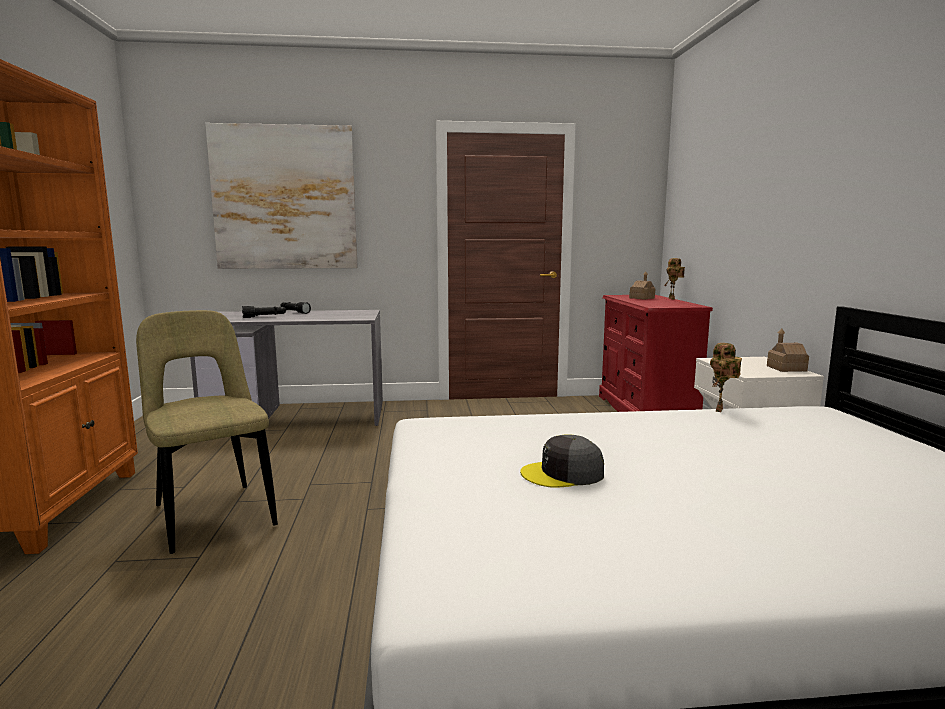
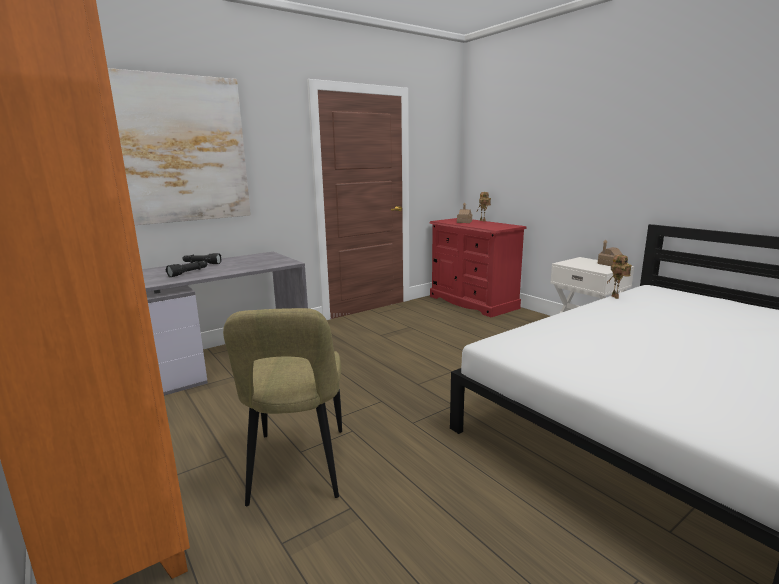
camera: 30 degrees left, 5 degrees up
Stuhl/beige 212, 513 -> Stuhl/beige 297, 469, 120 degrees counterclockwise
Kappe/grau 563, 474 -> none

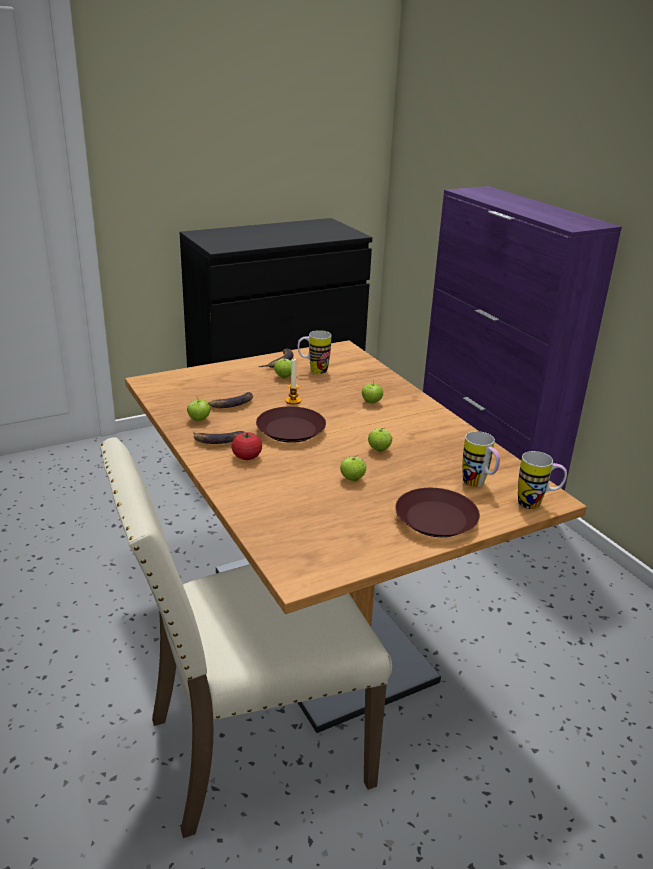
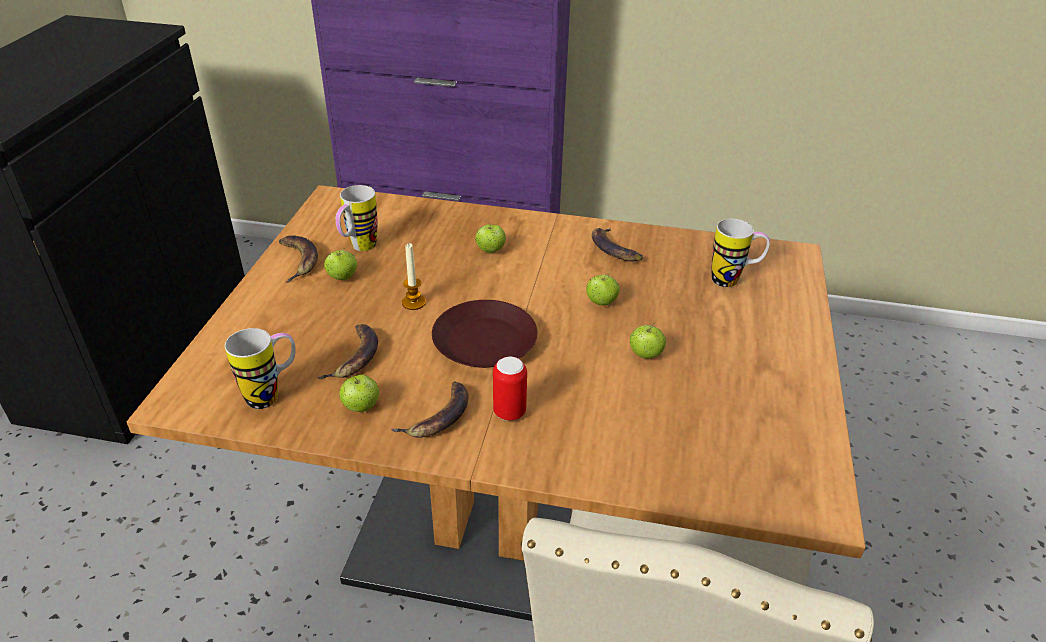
camera: 50 degrees left, 10 degrees up
Henkelbecher 536, 504 -> Henkelbecher 272, 394, shifted
Tomate 247, 457 -> Dose 509, 412
none -> Banane 614, 249
Teller/braun 435, 519 -> none

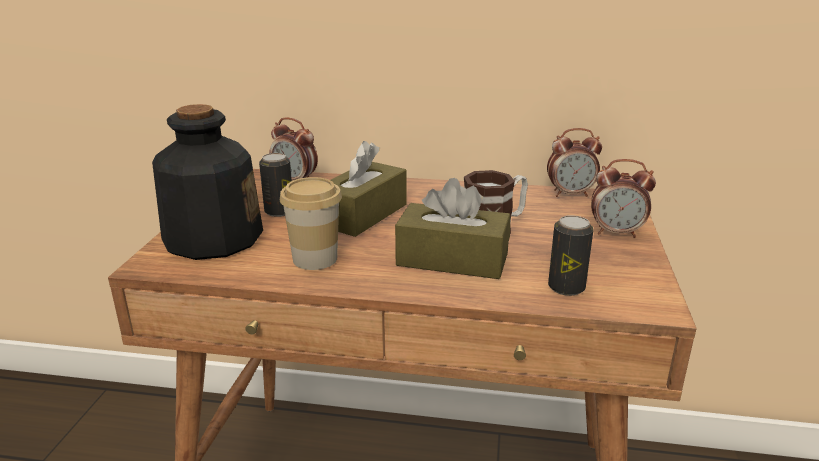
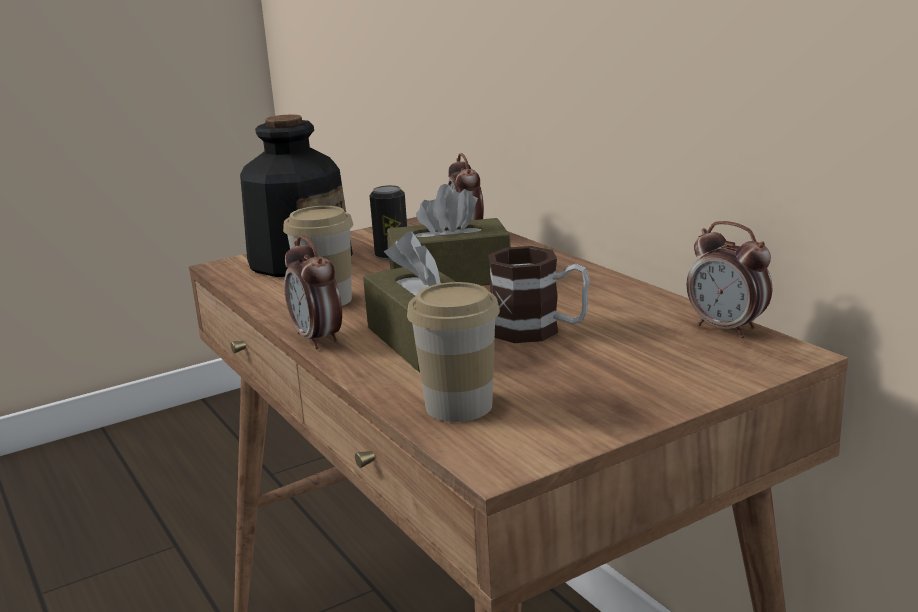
camera: 50 degrees right, 5 degrees down
Wecker 616, 233 -> Wecker 318, 339, shifted
Dose 566, 287 -> Tasse 459, 406

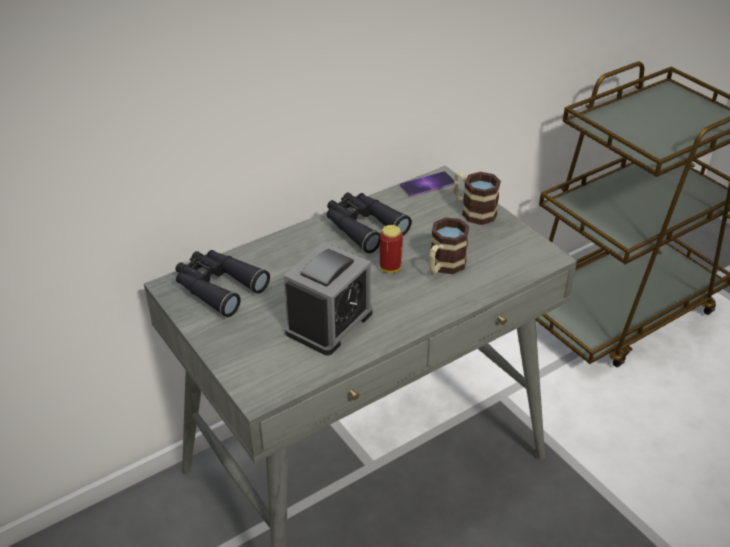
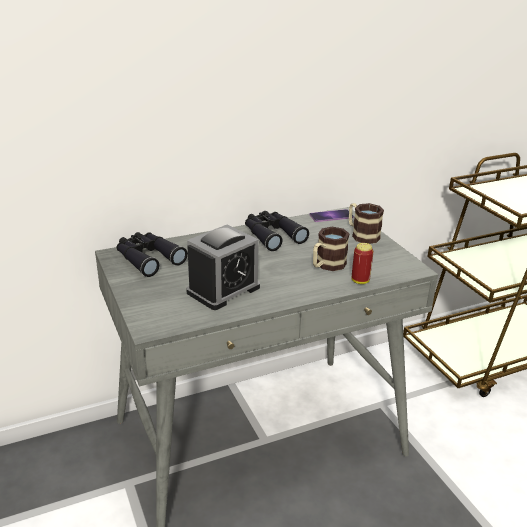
camera: 10 degrees right, 10 degrees down
Dose 390, 268 -> Dose 360, 281, shifted

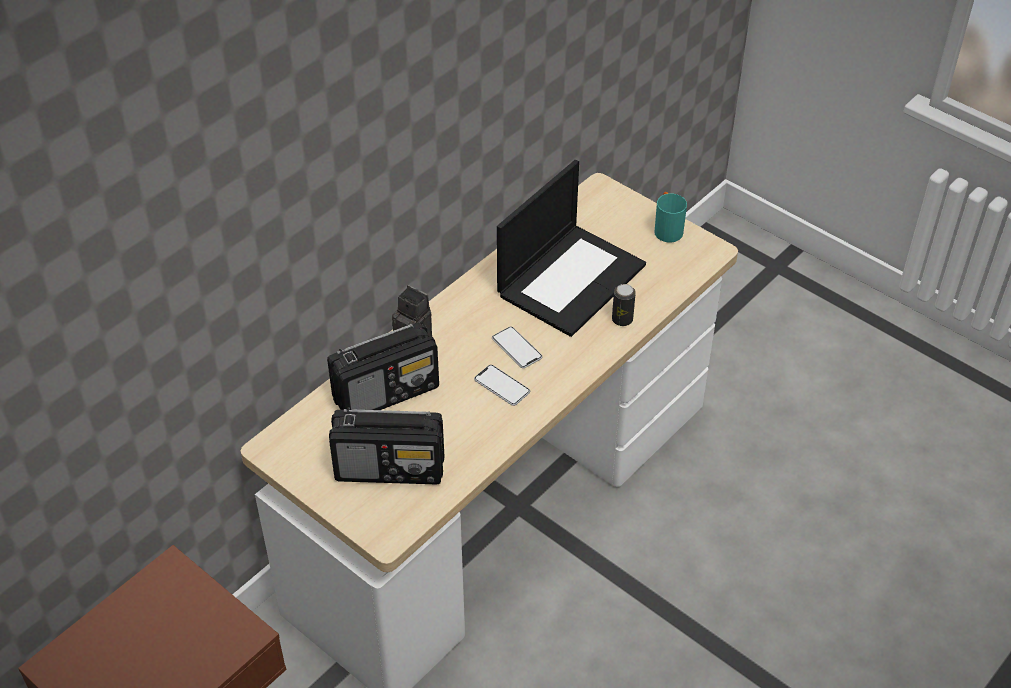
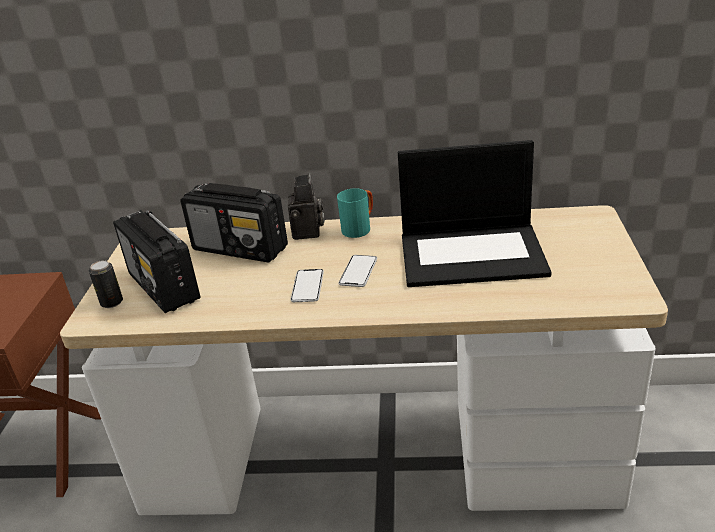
camera: 55 degrees right, 15 degrees down
Dose 622, 319 -> Dose 112, 302, shifted
Henkelbecher/türkis 667, 229 -> Henkelbecher/türkis 360, 228, shifted

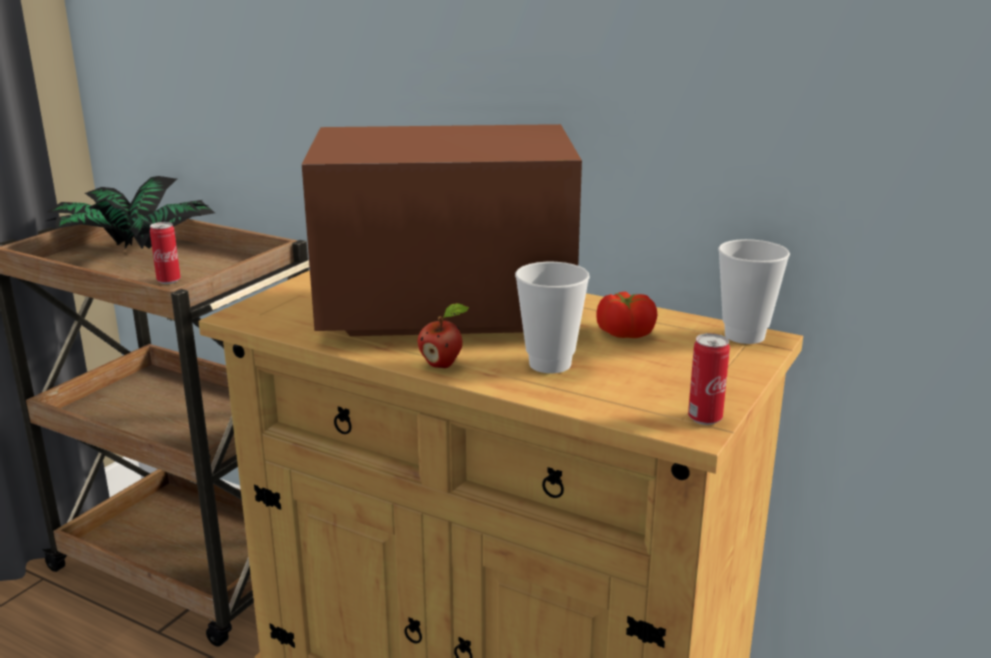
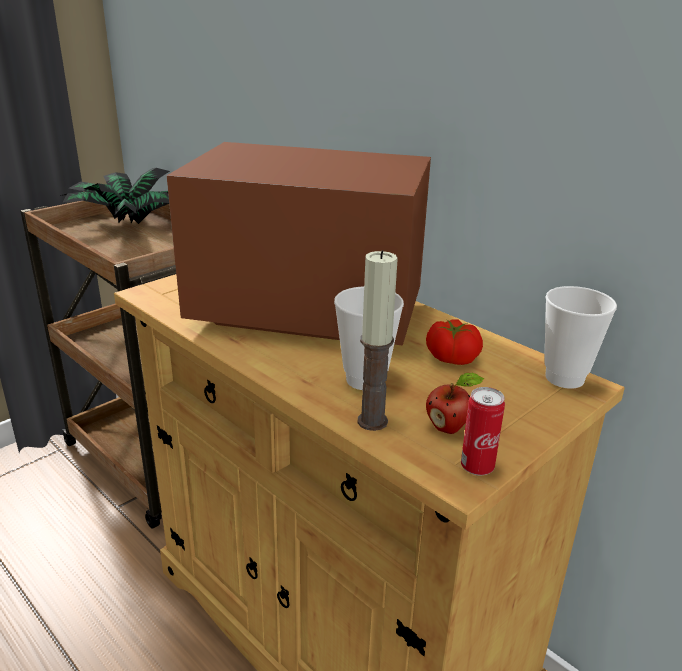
camera: 15 degrees right, 5 degrees up
none -> Kerze 372, 421
Apfel 443, 364 -> Apfel 449, 428, shifted
Dose 169, 281 -> none

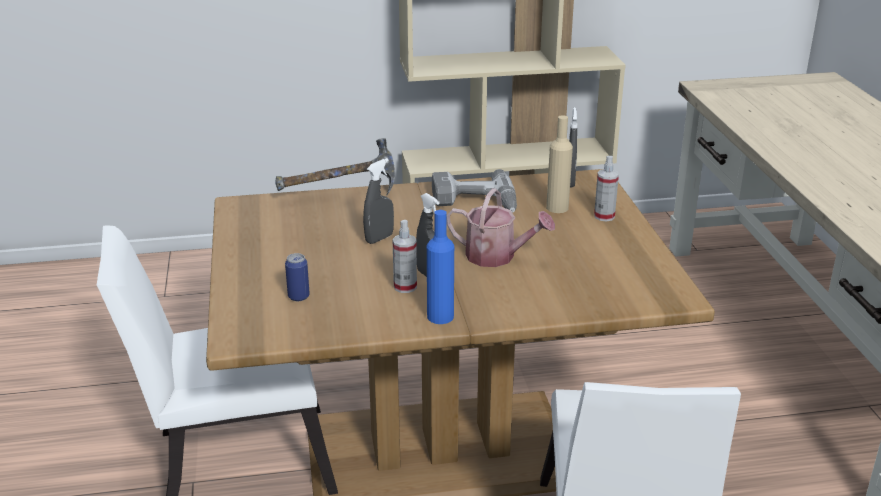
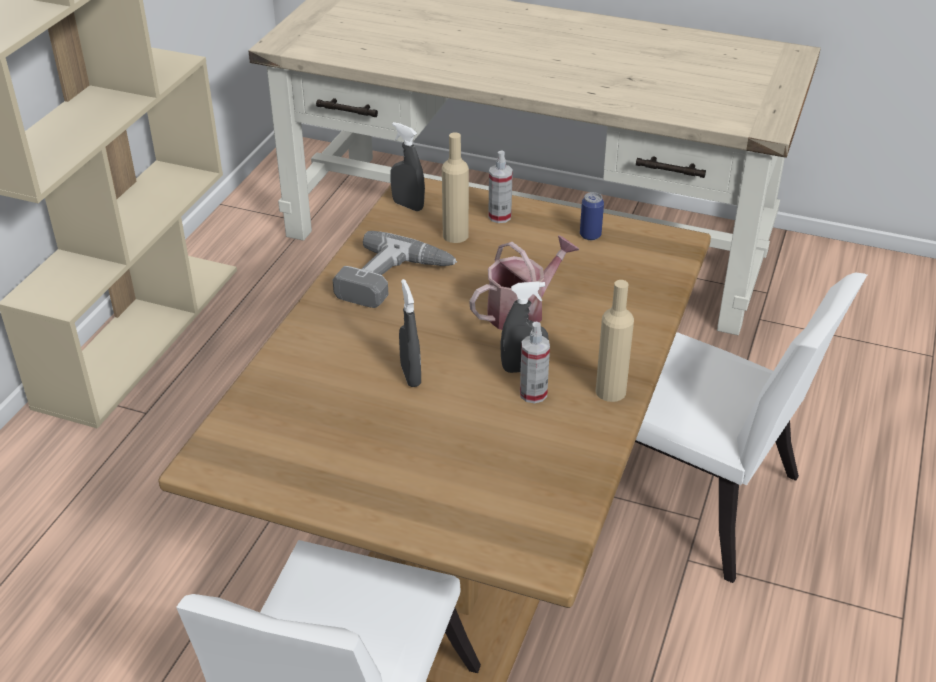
camera: 60 degrees left, 10 degrees up
Dose 298, 296 -> Dose 590, 235, shifted
Flasche/blau 440, 316 -> Flasche/beige 610, 391
Hammer 340, 196 -> none

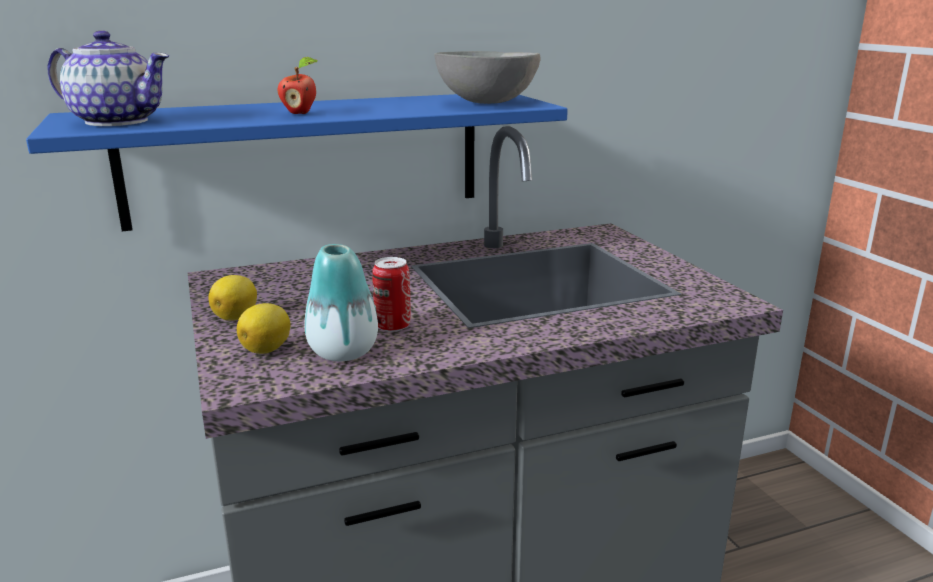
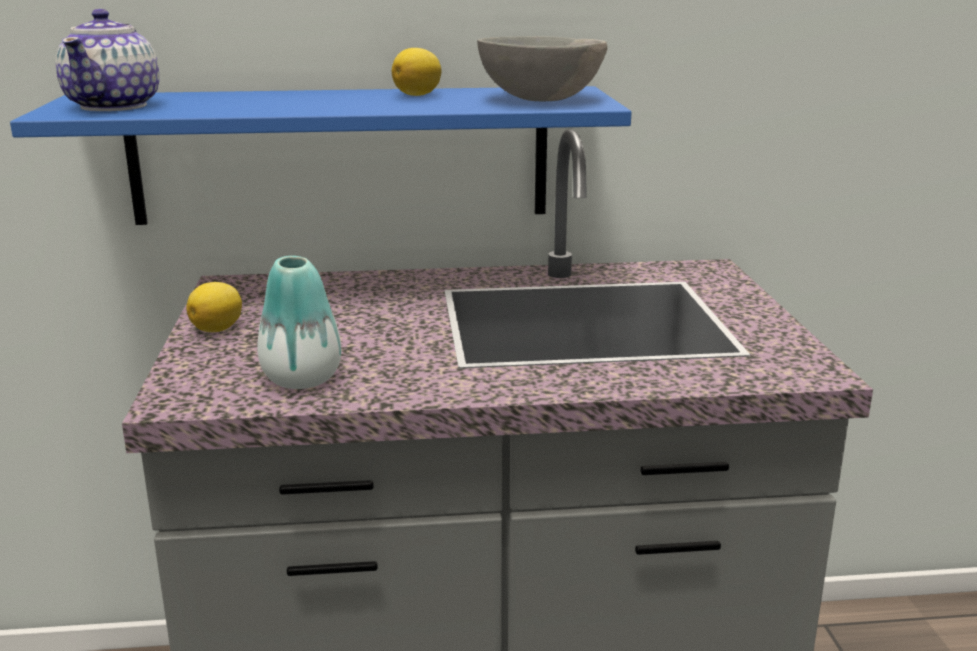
camera: 15 degrees right, 0 degrees up
Teekanne 116, 121 -> Teekanne 115, 106, 60 degrees clockwise
Zitrone 267, 349 -> Zitrone 418, 95, shifted
Apfel 300, 113 -> none
Dose 393, 326 -> none

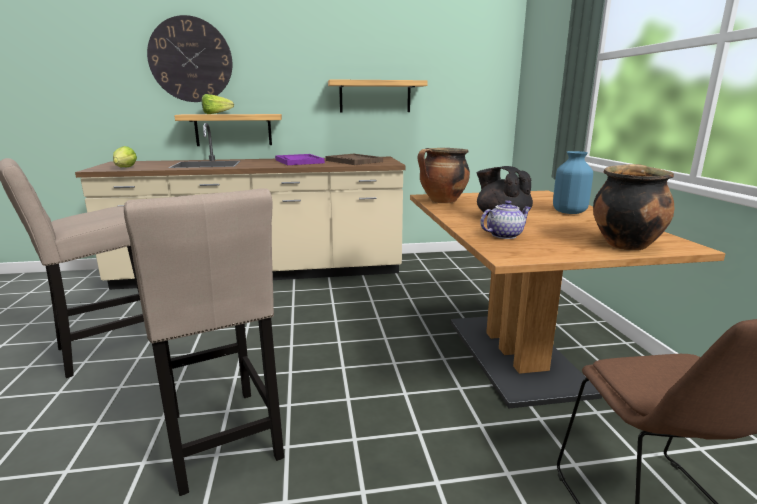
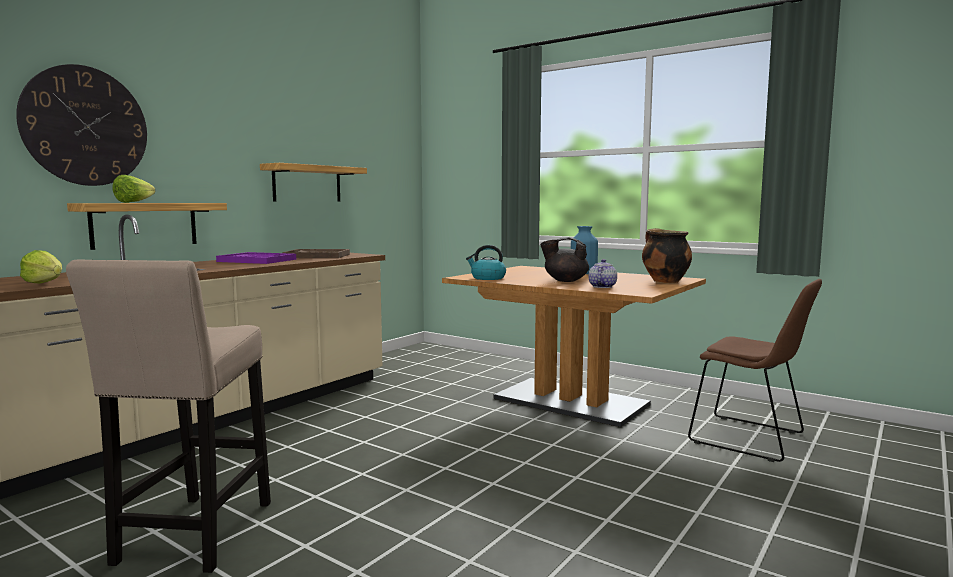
camera: 45 degrees left, 10 degrees down
Kochtopf 442, 201 -> Wasserkessel 487, 278
Hocker/beige 223, 442 -> none

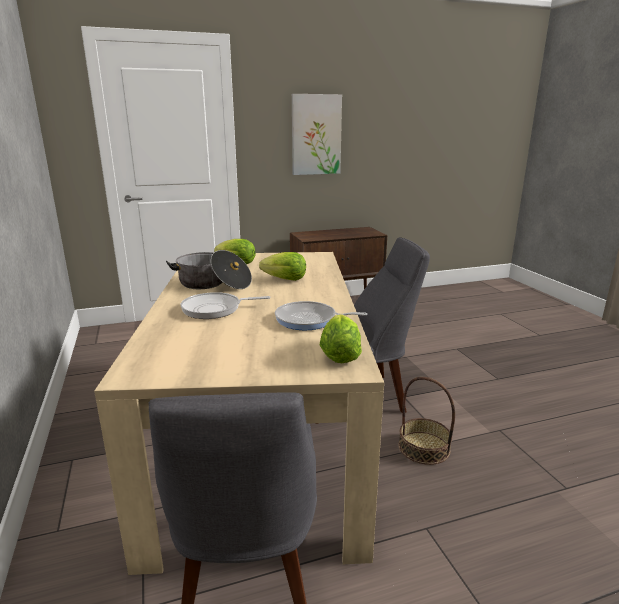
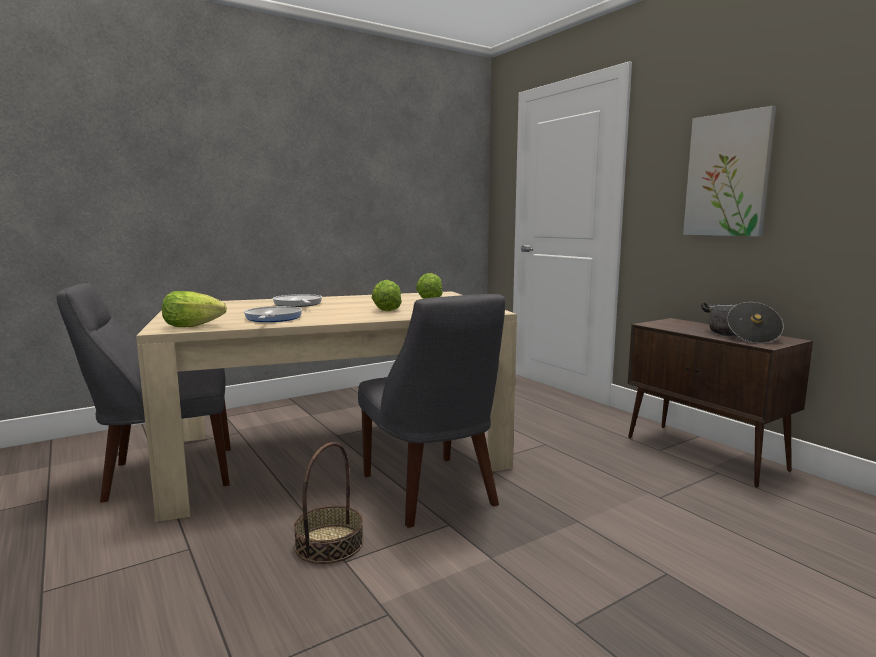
camera: 75 degrees right, 10 degrees down
Kochtopf 213, 284 -> Kochtopf 740, 335, shifted

